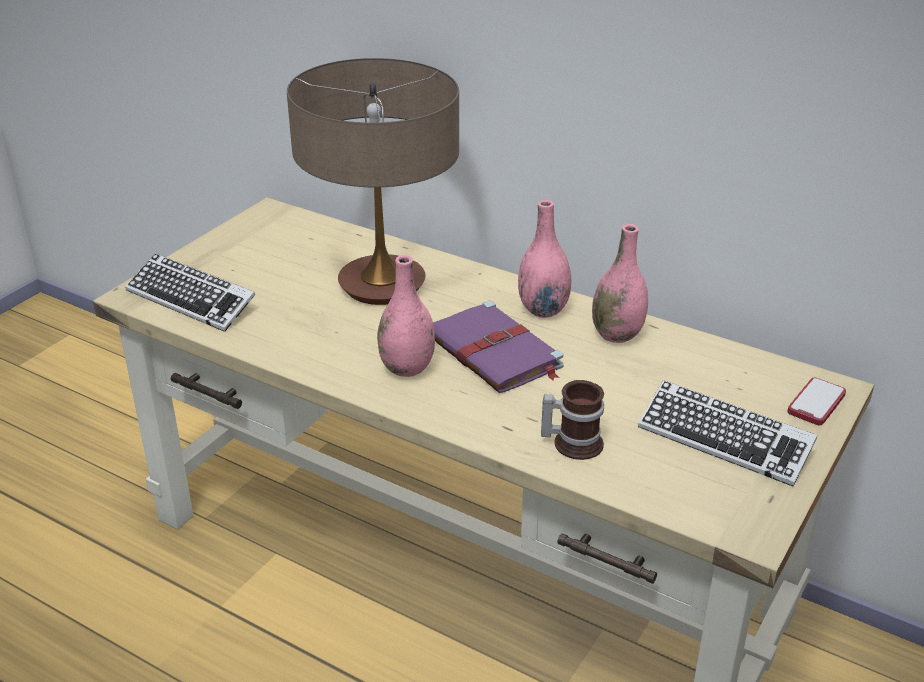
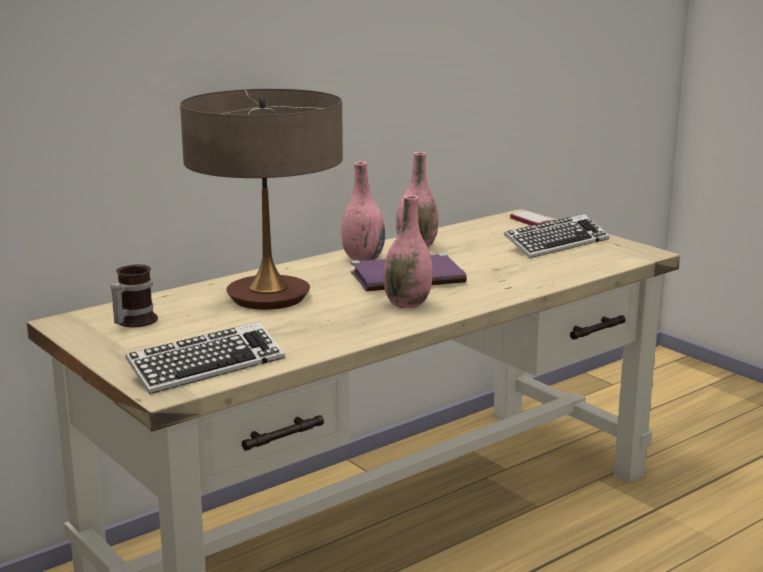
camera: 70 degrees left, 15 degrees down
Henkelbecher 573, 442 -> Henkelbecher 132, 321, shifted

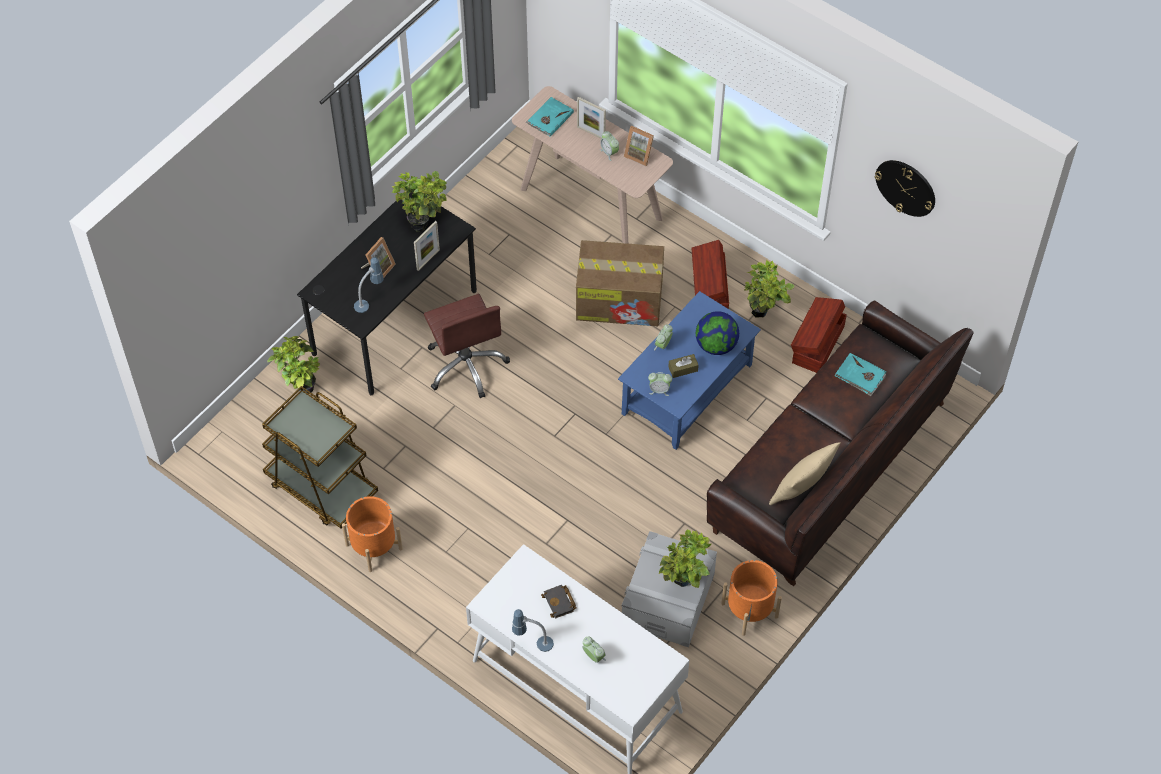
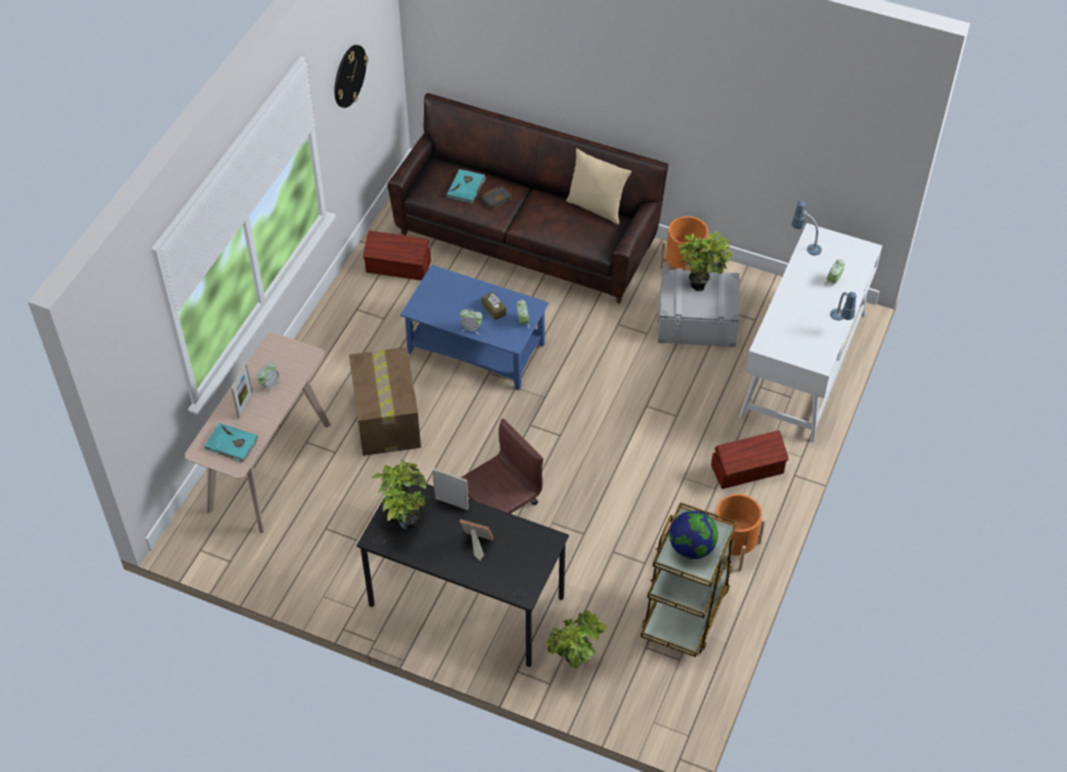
camera: 105 degrees left, 5 degrees down
Buch/schwarz 560, 603 -> Buch/schwarz 496, 198, shifted
Globus 716, 345 -> Globus 691, 548, shifted
Aufbewahrungsbox/braun 709, 290 -> Aufbewahrungsbox/braun 748, 470, shifted
Tischlampe 369, 300 -> Tischlampe 805, 246, shifted
Bilderrahmen 639, 154 -> none
Topfpflanze 763, 314 -> none

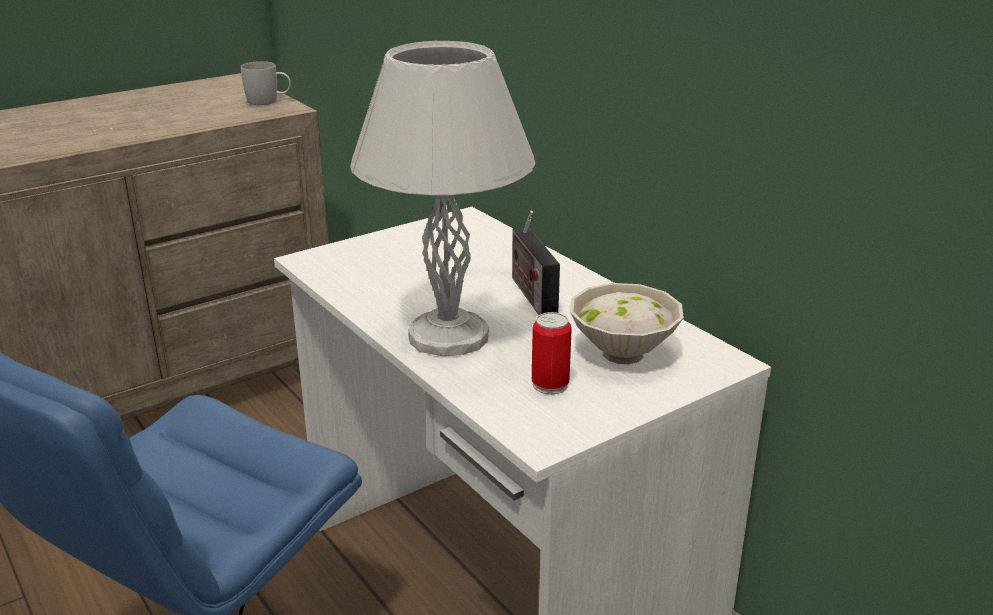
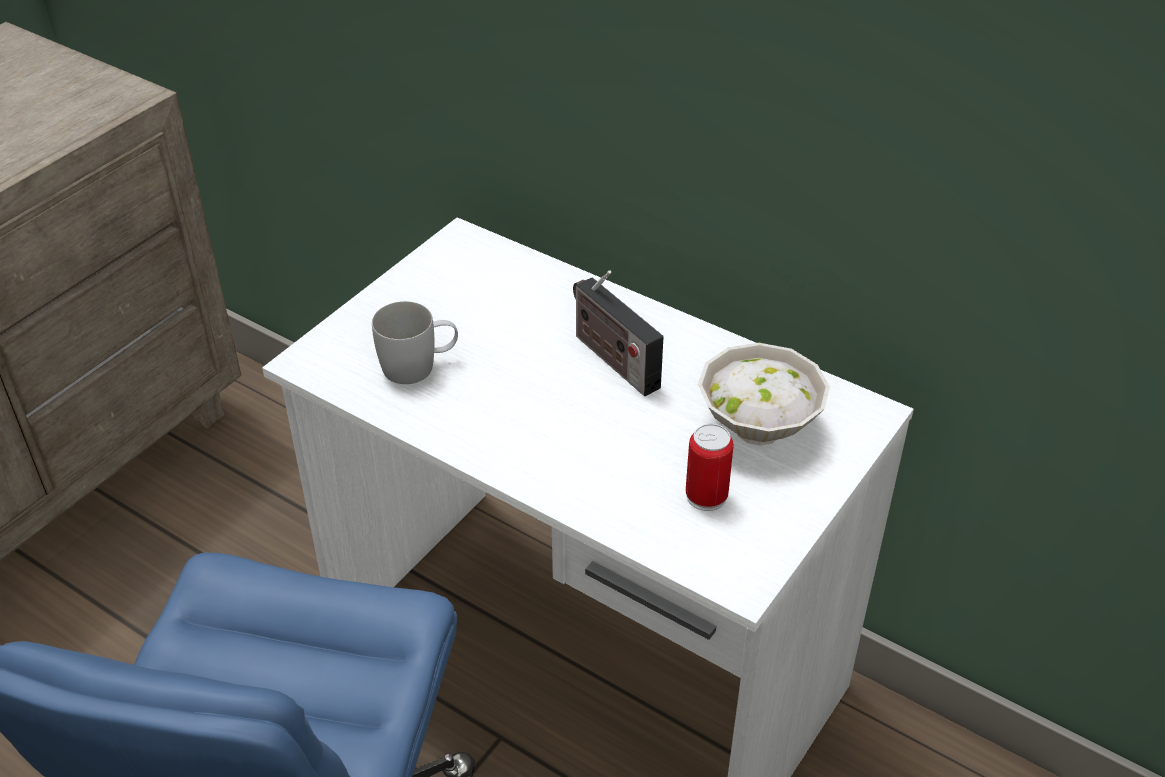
camera: 20 degrees left, 15 degrees up
Henkelbecher/weiß 268, 101 -> Henkelbecher/weiß 419, 366, shifted
Tischlampe/weiß 447, 338 -> none

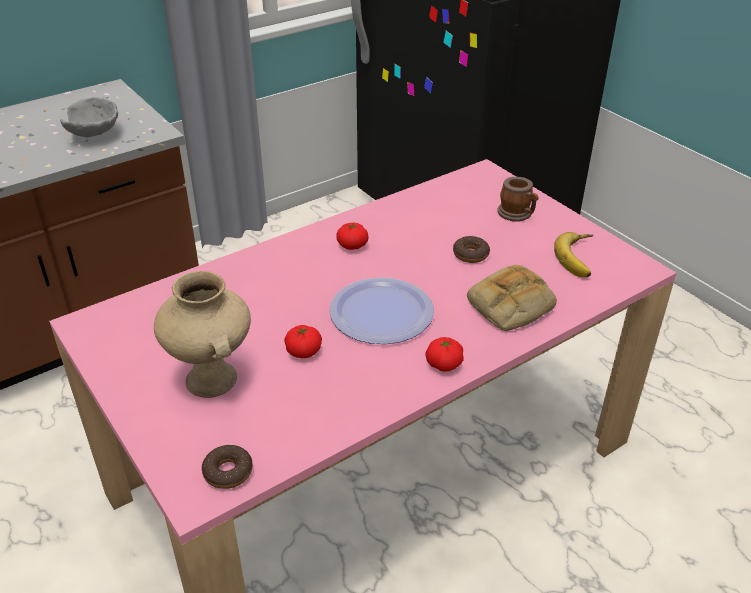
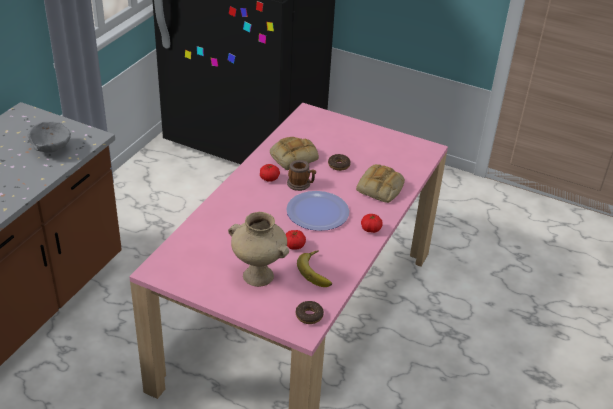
camera: 30 degrees left, 0 degrees up
none -> Brot 294, 156
Henkelbecher 517, 214 -> Henkelbecher 301, 184, shifted
Banane 580, 258 -> Banane 318, 271, shifted

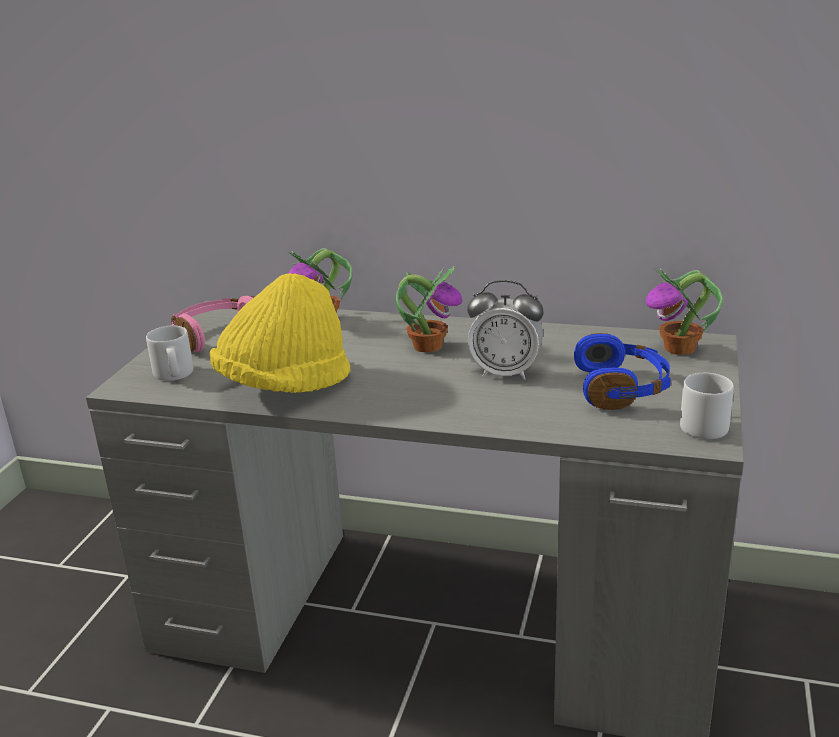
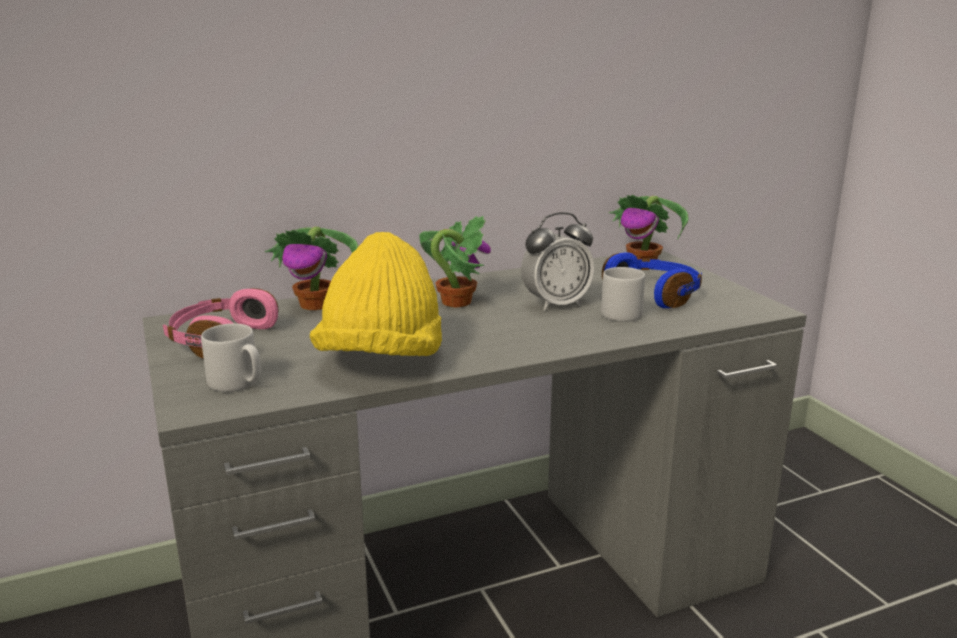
camera: 40 degrees left, 5 degrees down
Henkelbecher/grau 704, 425 -> Henkelbecher/grau 618, 313, shifted

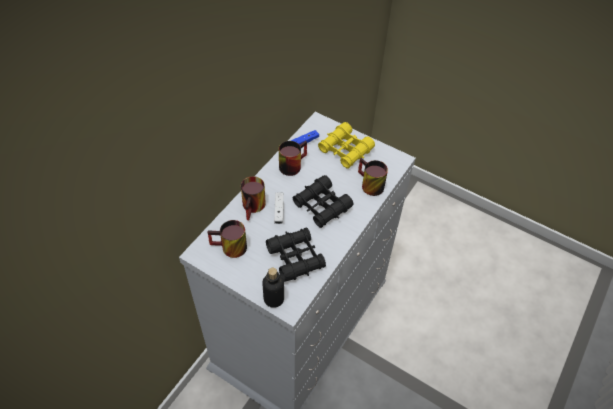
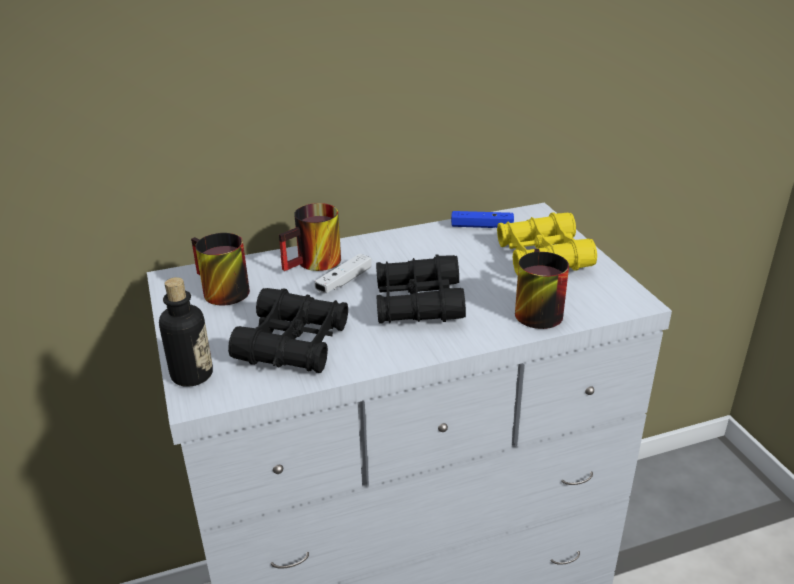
camera: 40 degrees right, 20 degrees down
Henkelbecher 291, 164 -> none

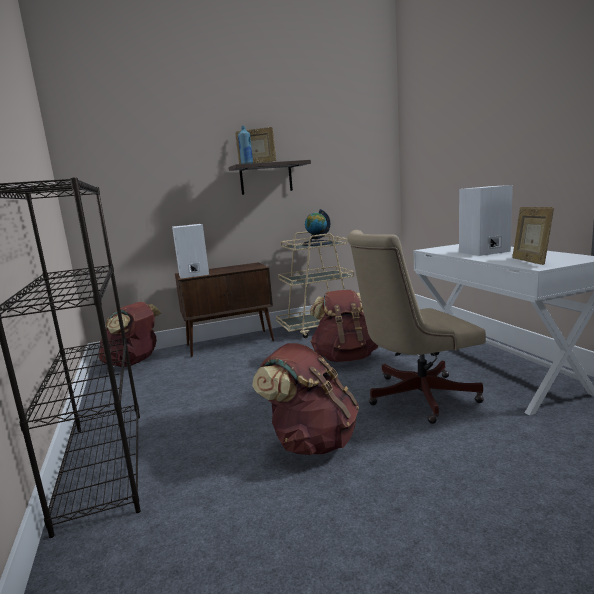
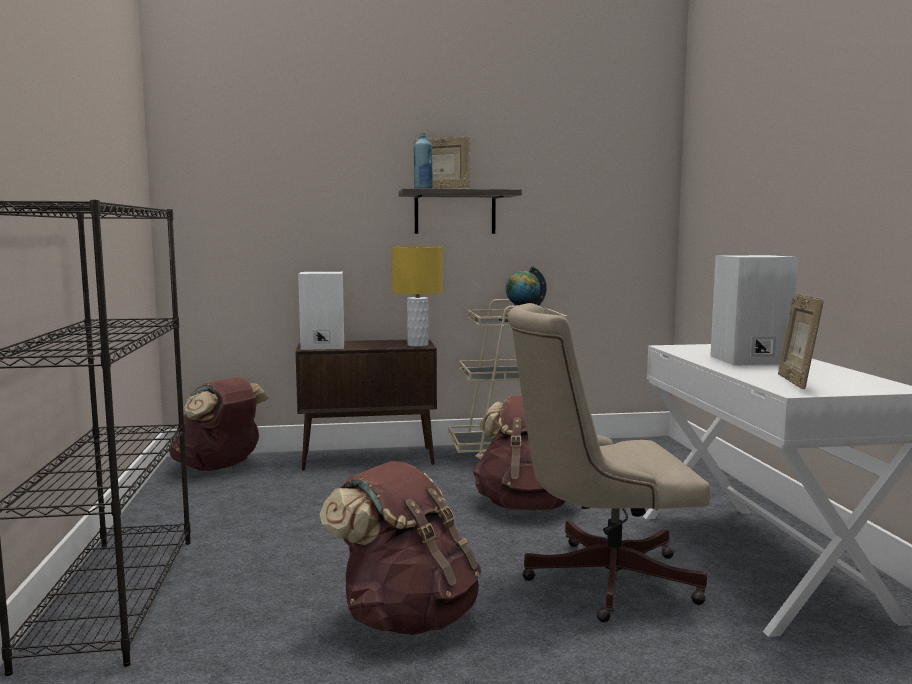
camera: 10 degrees right, 5 degrees down
none -> Tischlampe/gelb 418, 345

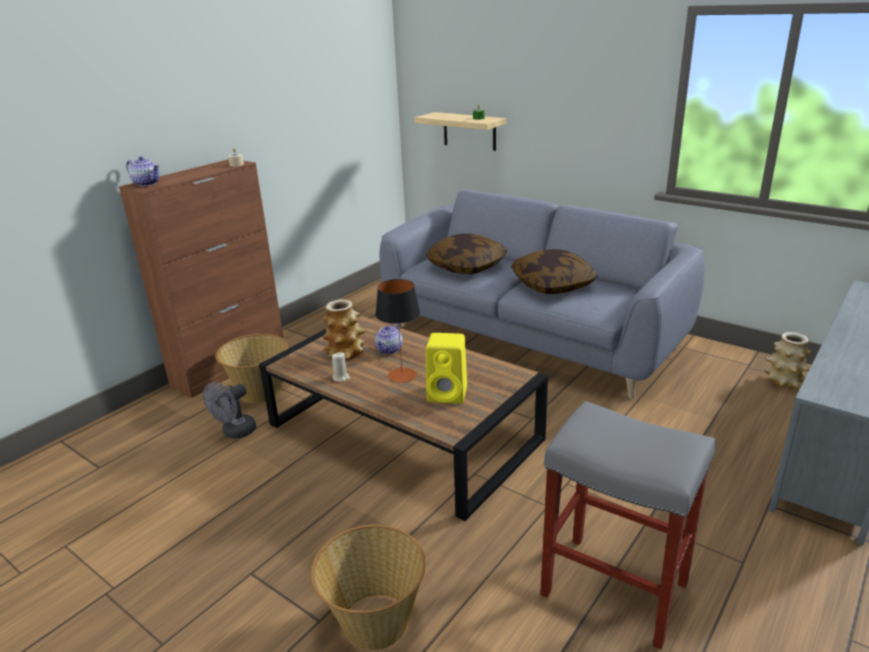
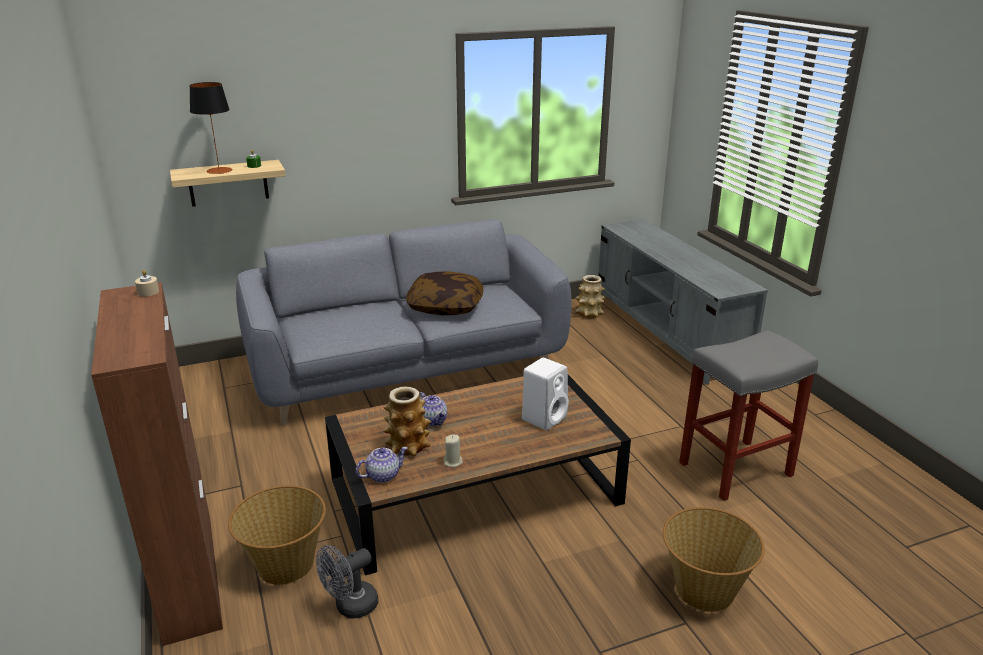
camera: 60 degrees left, 0 degrees up
Tischlampe 402, 375 -> Tischlampe 219, 170, shifted
Ventilator/grau 235, 432 -> Ventilator/grau 350, 607, 75 degrees clockwise
Teekanne 147, 183 -> Teekanne 383, 475, shifted
Lautsprecher/gelb 448, 394 -> Lautsprecher/weiß 545, 417
Kissen 466, 266 -> none

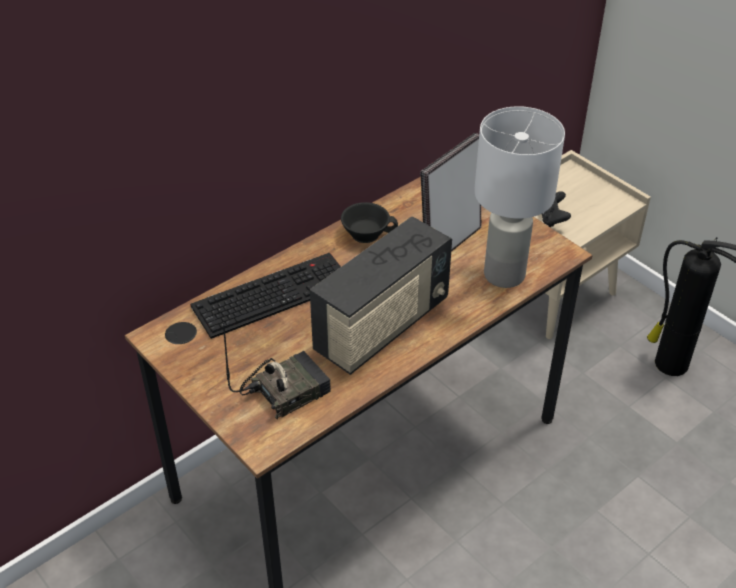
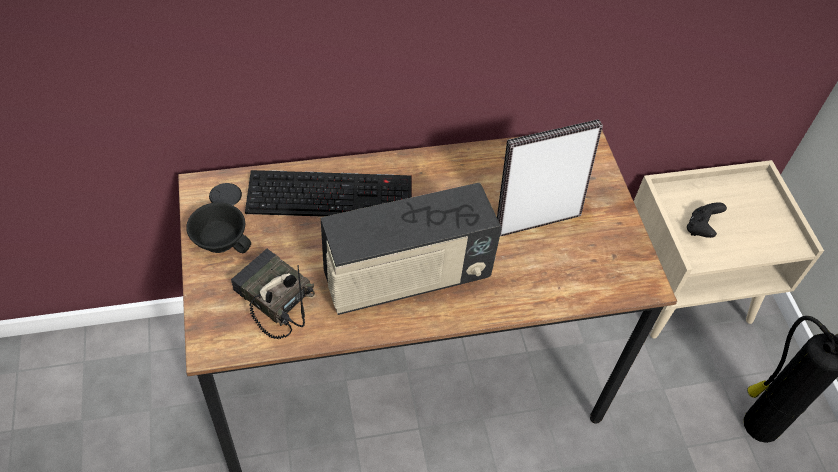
camera: 25 degrees right, 10 degrees up
Tasse/schwarz 367, 232 -> Tasse/schwarz 222, 238, shifted
Radio 285, 389 -> Radio 272, 299, 135 degrees counterclockwise
Tischlampe/weiß 503, 275 -> none

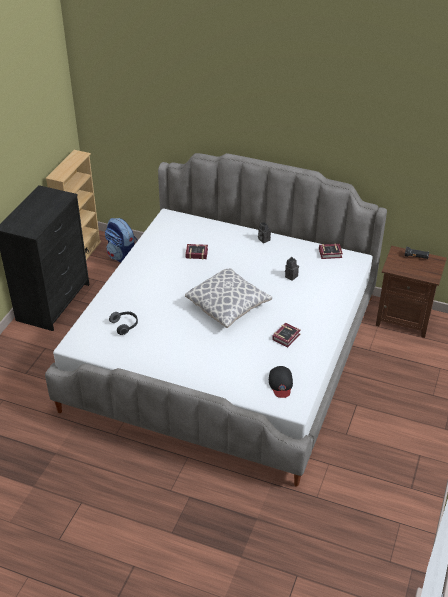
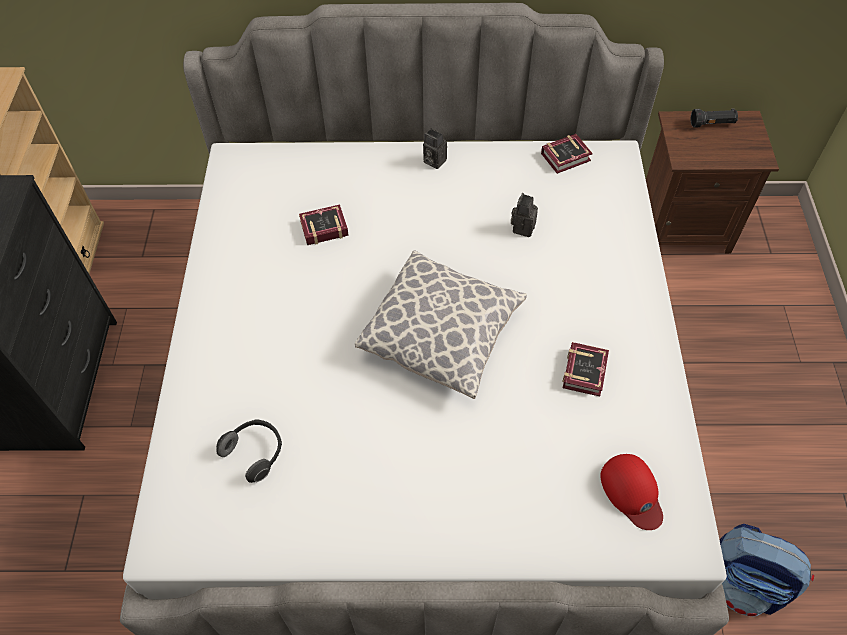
camera: 20 degrees left, 15 degrees up
Kappe/schwarz 280, 383 -> Kappe/rot 632, 492
Rucksack 123, 257 -> Rucksack 741, 584, shifted

